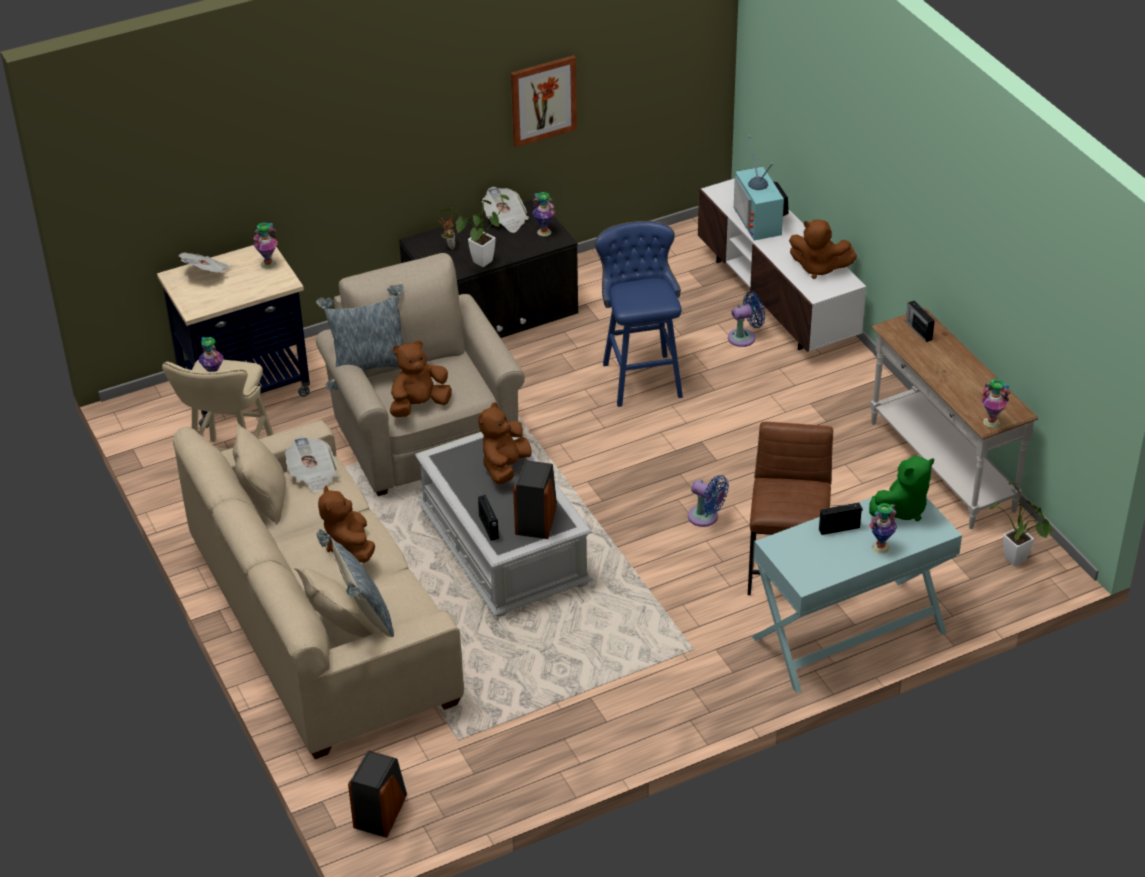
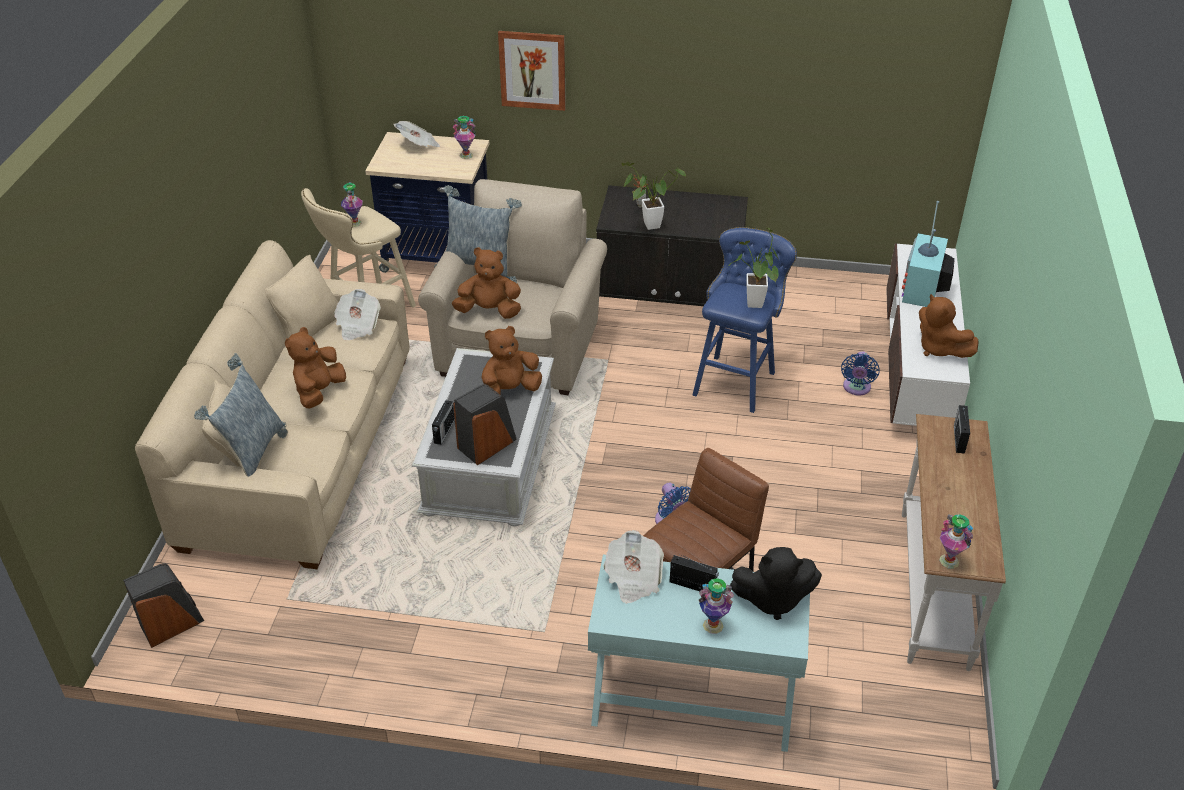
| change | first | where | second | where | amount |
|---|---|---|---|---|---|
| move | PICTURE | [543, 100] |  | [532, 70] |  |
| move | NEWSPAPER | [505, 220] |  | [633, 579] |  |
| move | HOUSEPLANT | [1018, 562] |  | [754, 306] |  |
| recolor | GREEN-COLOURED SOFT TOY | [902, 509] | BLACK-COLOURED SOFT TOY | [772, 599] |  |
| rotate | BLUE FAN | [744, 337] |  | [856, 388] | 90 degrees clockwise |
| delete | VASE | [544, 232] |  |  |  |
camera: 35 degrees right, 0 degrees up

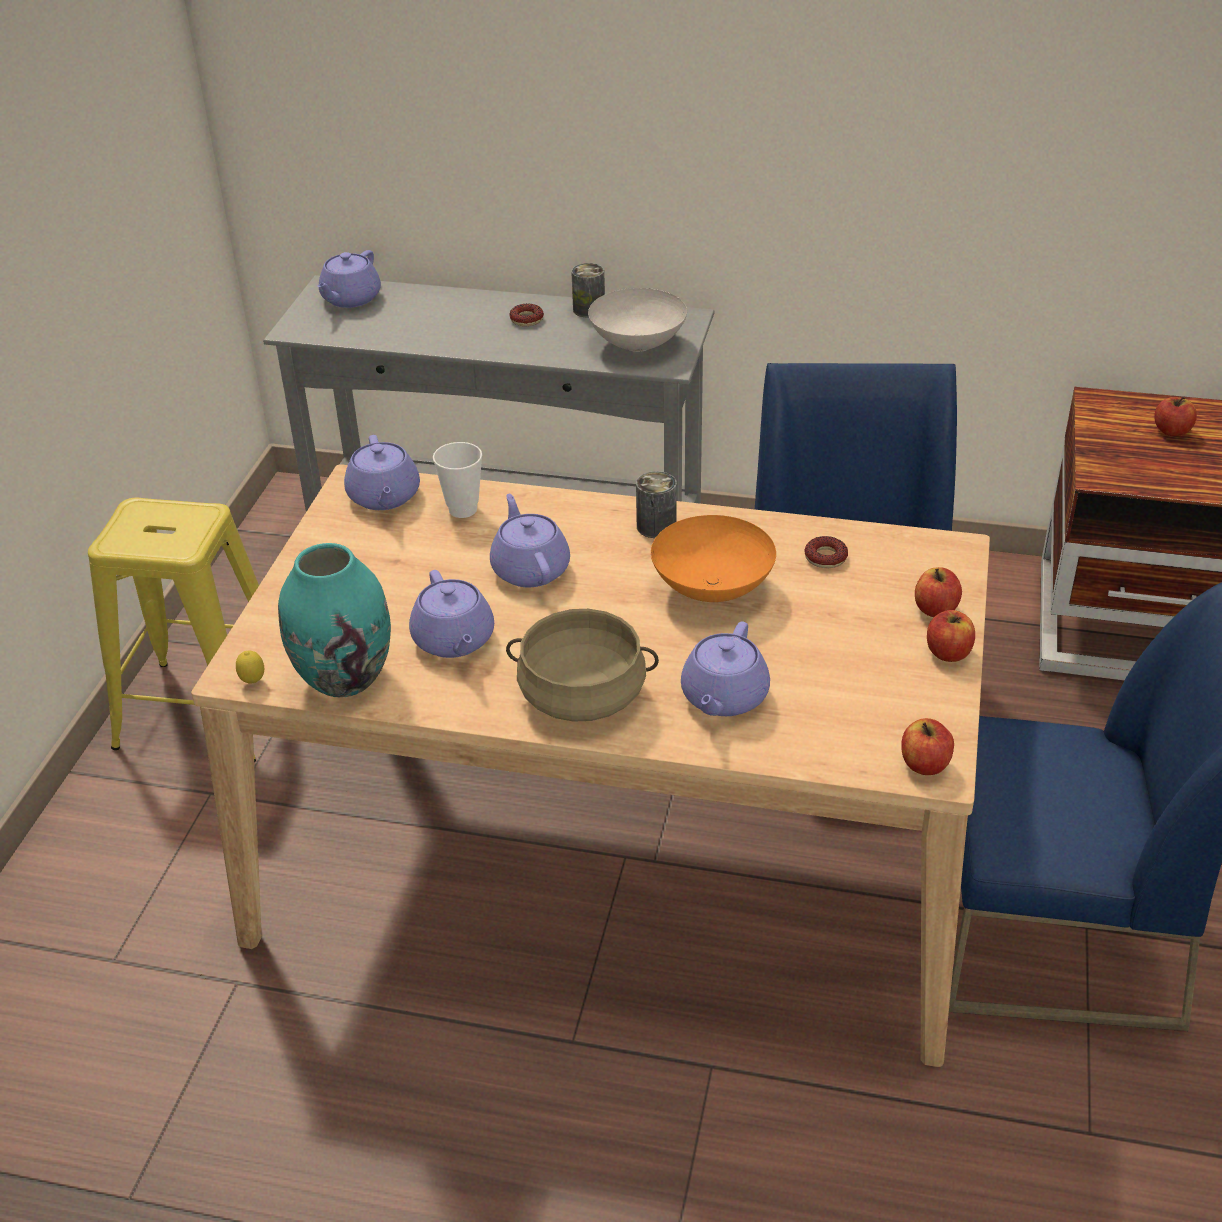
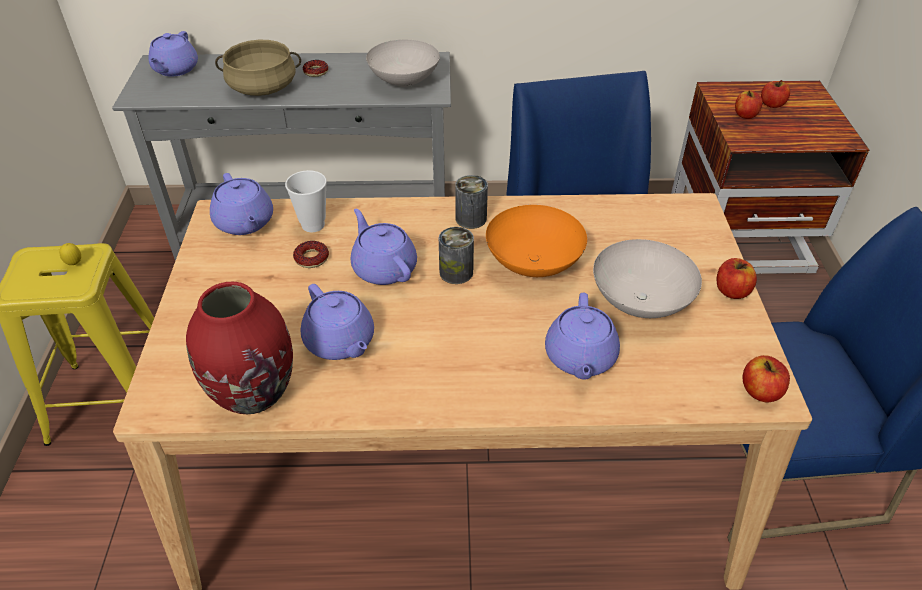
| change | first | where | second | where | amount |
|---|---|---|---|---|---|
| move | WHOLE LEMON | [253, 682] |  | [75, 264] |  |
| recolor | BLUE-GREEN VASE | [345, 677] | RED VASE | [254, 392] |  |
| move | SAND-COLOURED COOKING POT | [583, 695] |  | [263, 87] |  |
| move | DOUGHNUT | [825, 557] |  | [311, 258] |  |
| move | METAL CAN | [589, 309] |  | [456, 272] |  |
| insert |  |  | WHITE-COLOURED SERVING BOWL | [639, 301] |  |
| move | WHOLE APPLE | [935, 609] |  | [745, 115] |  |
camera: 15 degrees left, 5 degrees up

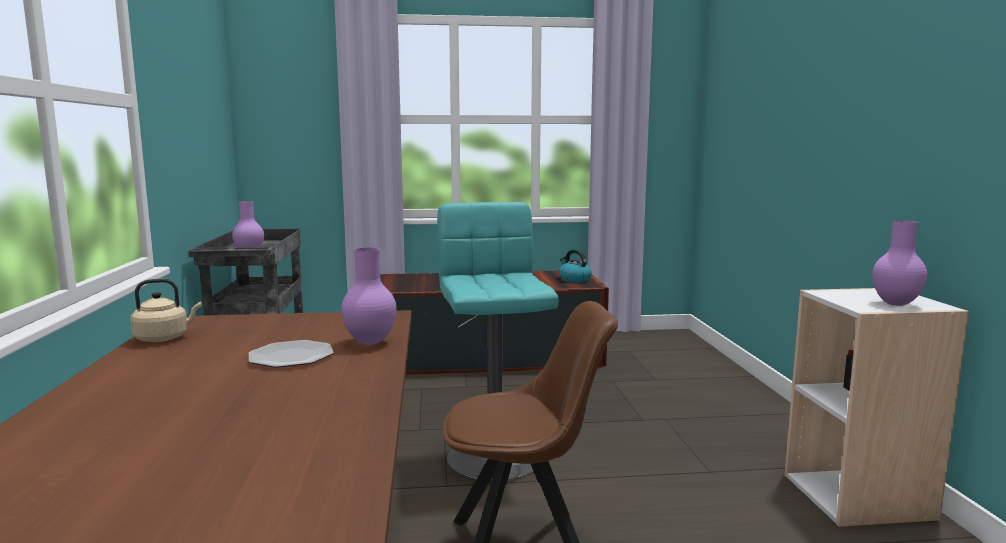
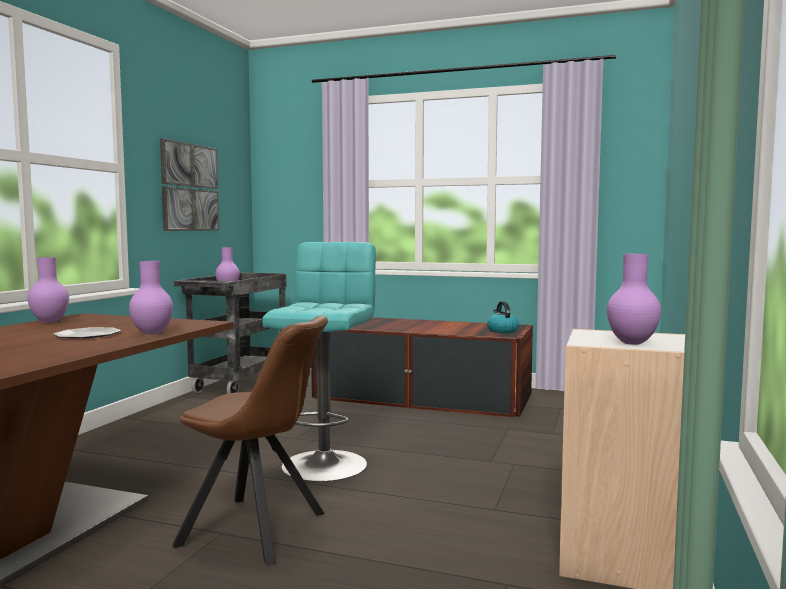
| change | first | where | second | where | amount |
|---|---|---|---|---|---|
| replace | SAND-COLOURED KETTLE | [164, 338] | PURPLE VASE | [50, 322] |  |
| insert |  |  | PICTURE | [190, 187] |  |
camera: 25 degrees right, 5 degrees down

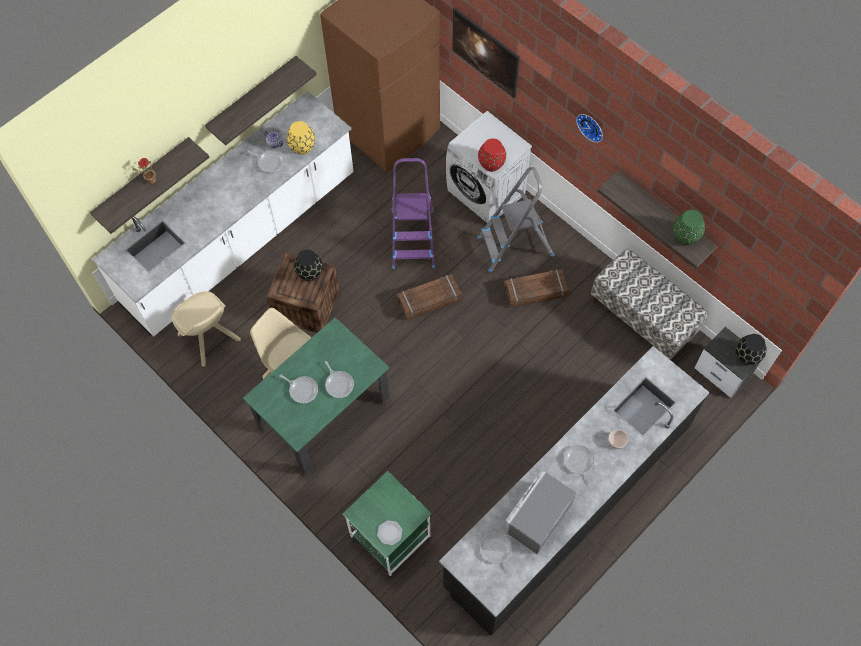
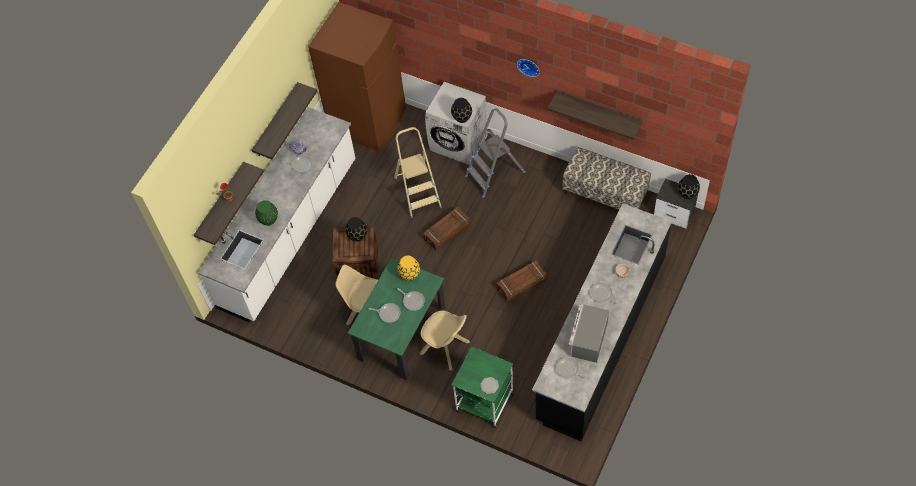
| change | first | where | second | where | amount |
|---|---|---|---|---|---|
| move | GREEN-COLOURED VASE | [685, 236] |  | [269, 219] |  |
| recolor | PURPLE STEP LADDER | [413, 239] | SAND-COLOURED STEP LADDER | [418, 193] |  |
| move | YELLOWISH VASE | [303, 147] |  | [410, 274] |  |
| move | SAND-COLOURED PLAIN CHAIR | [210, 338] |  | [446, 348] |  |
| recolor | RED VASE | [491, 164] | BLACK-COLOURED VASE | [462, 118] |  |
| move | CRATE | [535, 291] |  | [521, 283] |  |
| delete | PICTURE | [485, 63] |  |  |  |
camera: 15 degrees left, 5 degrees down

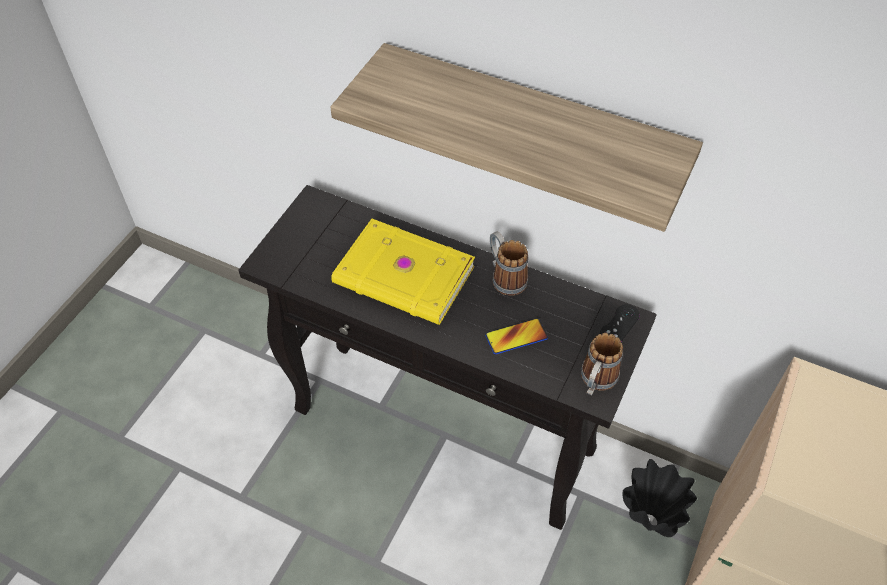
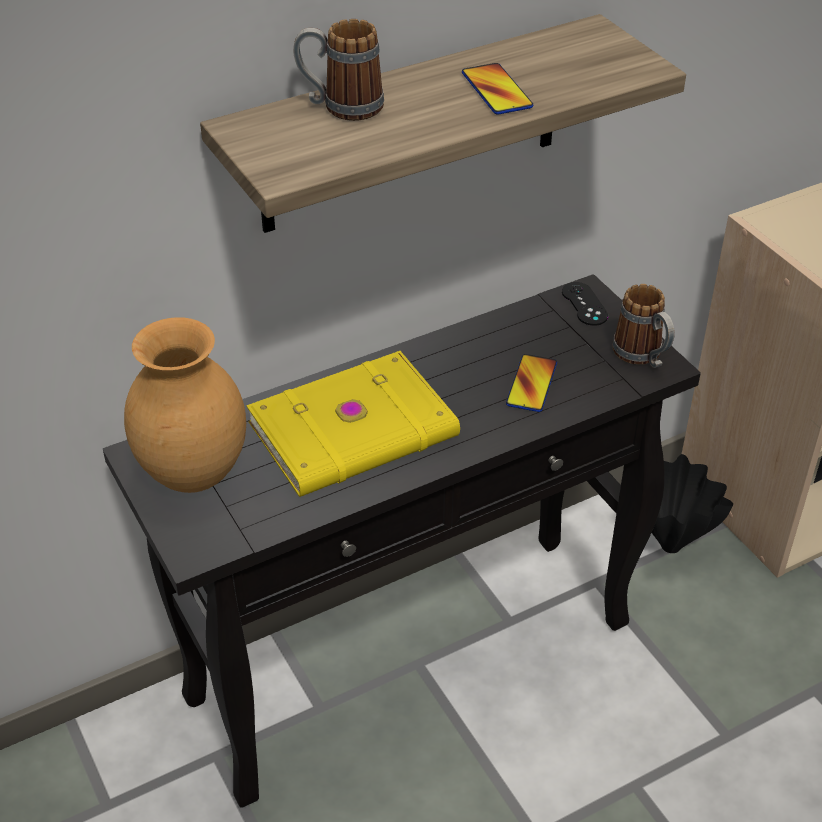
| change | first | where | second | where | amount |
|---|---|---|---|---|---|
| insert |  |  | BROWN-COLOURED VASE | [194, 476] |  |
| move | MUG | [505, 277] |  | [340, 106] |  |
| insert |  |  | HANDSET | [496, 91] |  |
camera: 55 degrees left, 10 degrees down

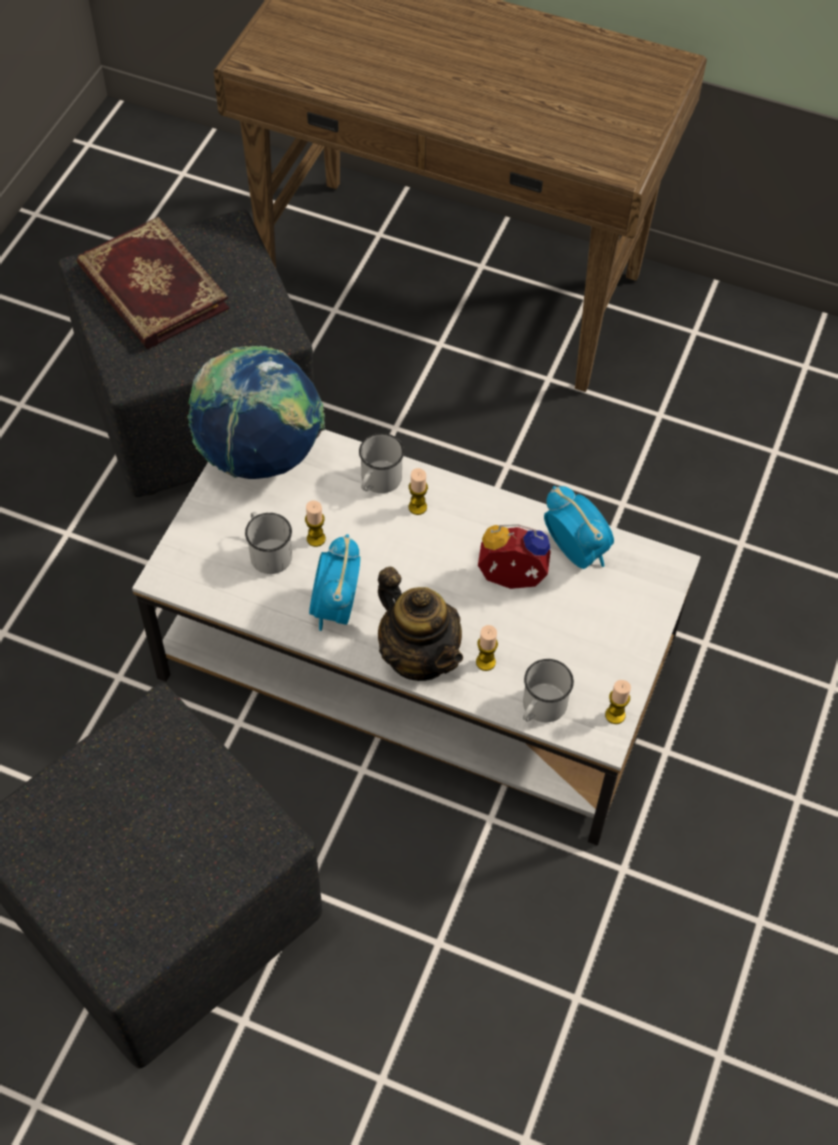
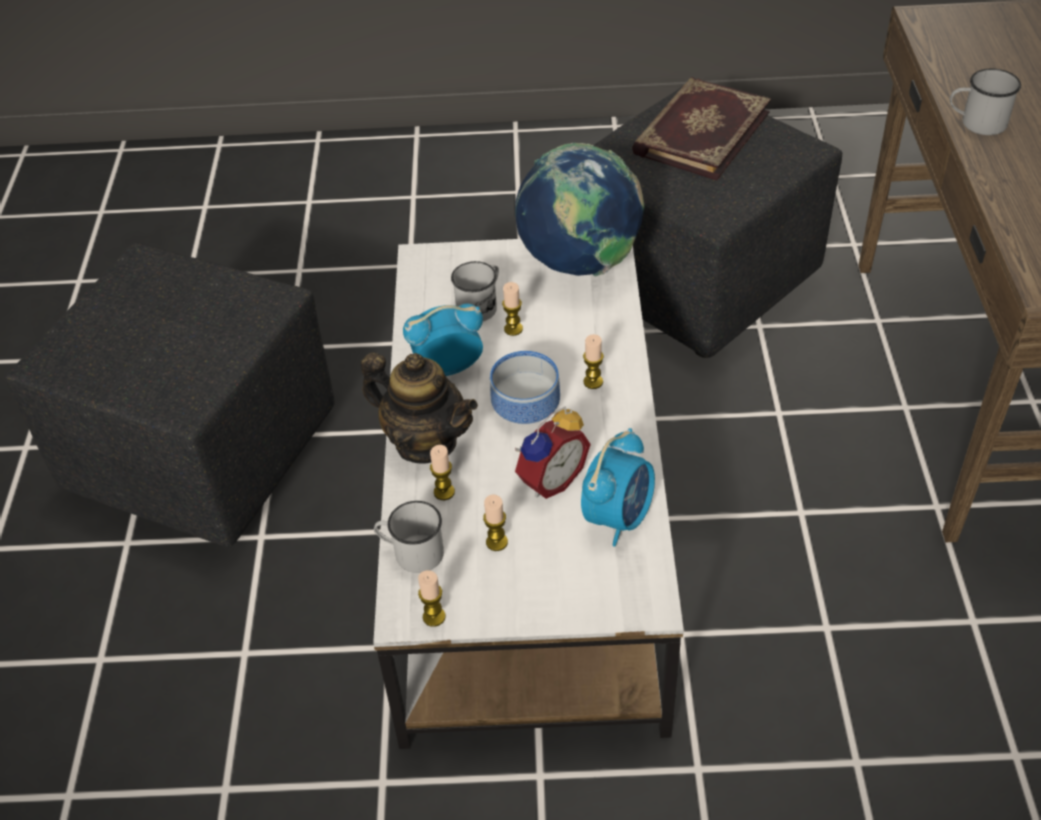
| change | first | where | second | where | amount |
|---|---|---|---|---|---|
| rotate | POT FOR TEA | [419, 656] |  | [425, 442] | 90 degrees counterclockwise |
| insert |  |  | WAX CANDLE | [496, 542] |  |
| insert |  |  | SERVING BOWL | [527, 406] |  |
| rotate | ALARM CLOCK | [511, 581] |  | [549, 479] | 60 degrees clockwise |
| move | WHITE-COLOURED MUG | [378, 482] |  | [976, 123] |  |
camera: 70 degrees right, 10 degrees down

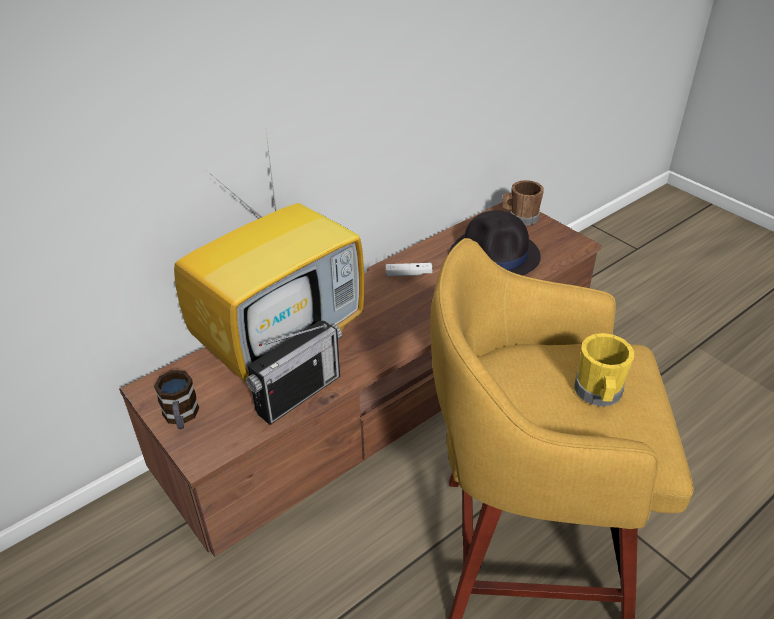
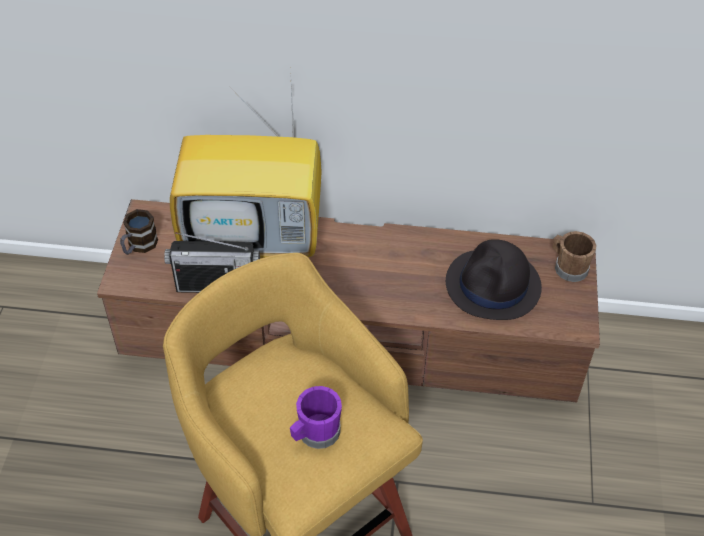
| change | first | where | second | where | amount |
|---|---|---|---|---|---|
| recolor | YELLOWISH MUG | [598, 394] | PURPLE MUG | [315, 434] |  |
| delete | WHITE-COLOURED GAME CONTROLLER | [408, 274] |  |  |  |
camera: 45 degrees right, 10 degrees up

